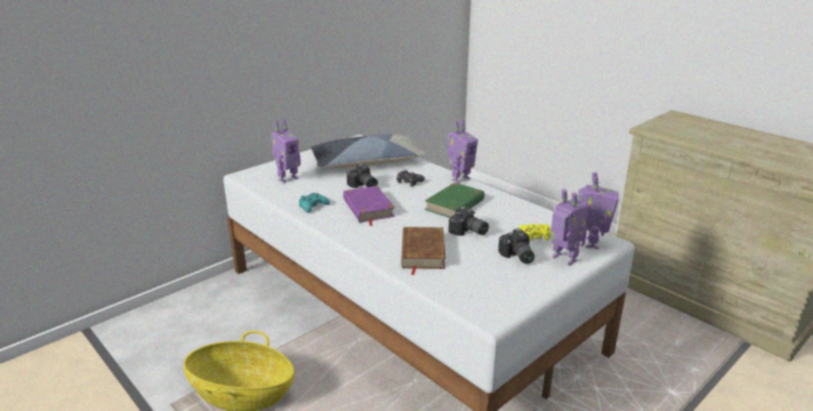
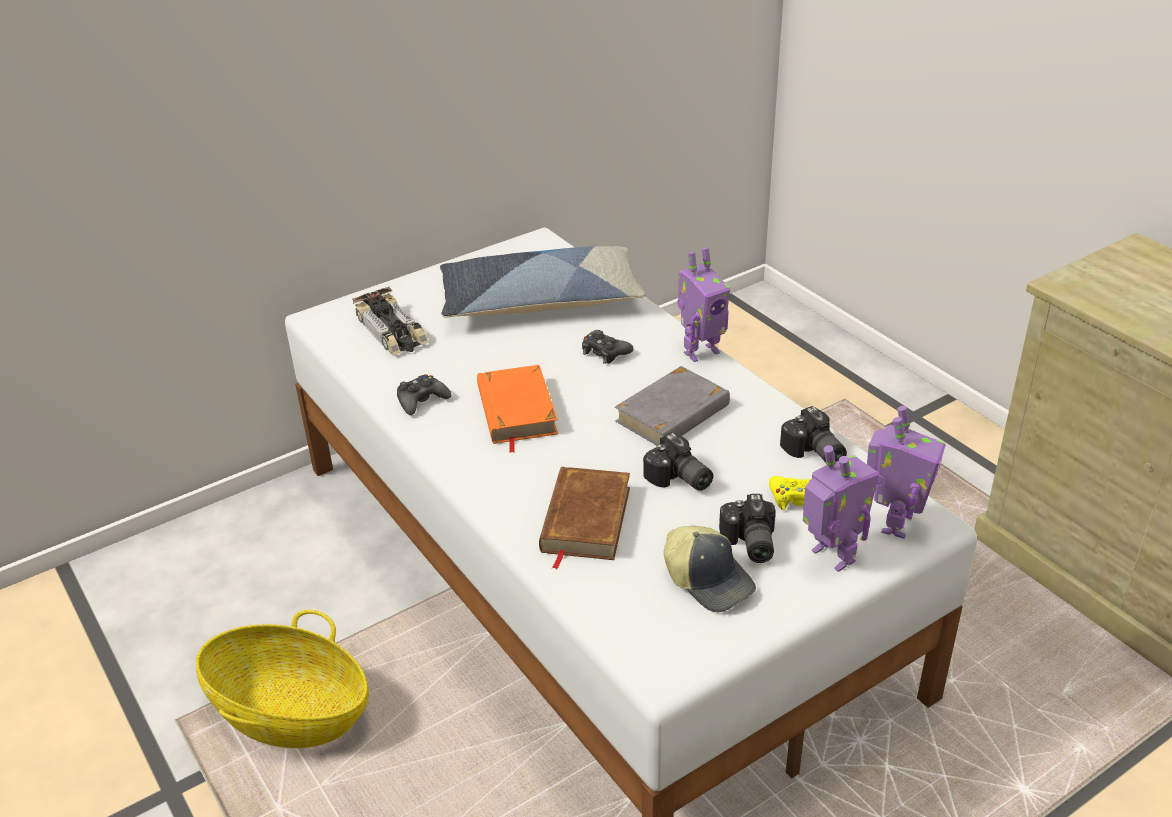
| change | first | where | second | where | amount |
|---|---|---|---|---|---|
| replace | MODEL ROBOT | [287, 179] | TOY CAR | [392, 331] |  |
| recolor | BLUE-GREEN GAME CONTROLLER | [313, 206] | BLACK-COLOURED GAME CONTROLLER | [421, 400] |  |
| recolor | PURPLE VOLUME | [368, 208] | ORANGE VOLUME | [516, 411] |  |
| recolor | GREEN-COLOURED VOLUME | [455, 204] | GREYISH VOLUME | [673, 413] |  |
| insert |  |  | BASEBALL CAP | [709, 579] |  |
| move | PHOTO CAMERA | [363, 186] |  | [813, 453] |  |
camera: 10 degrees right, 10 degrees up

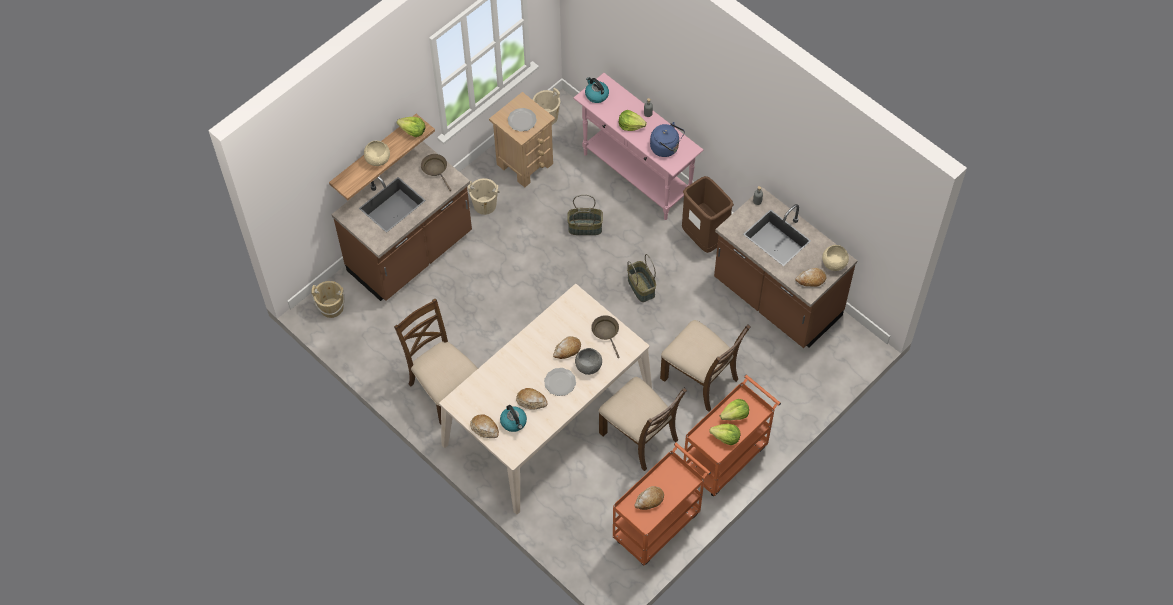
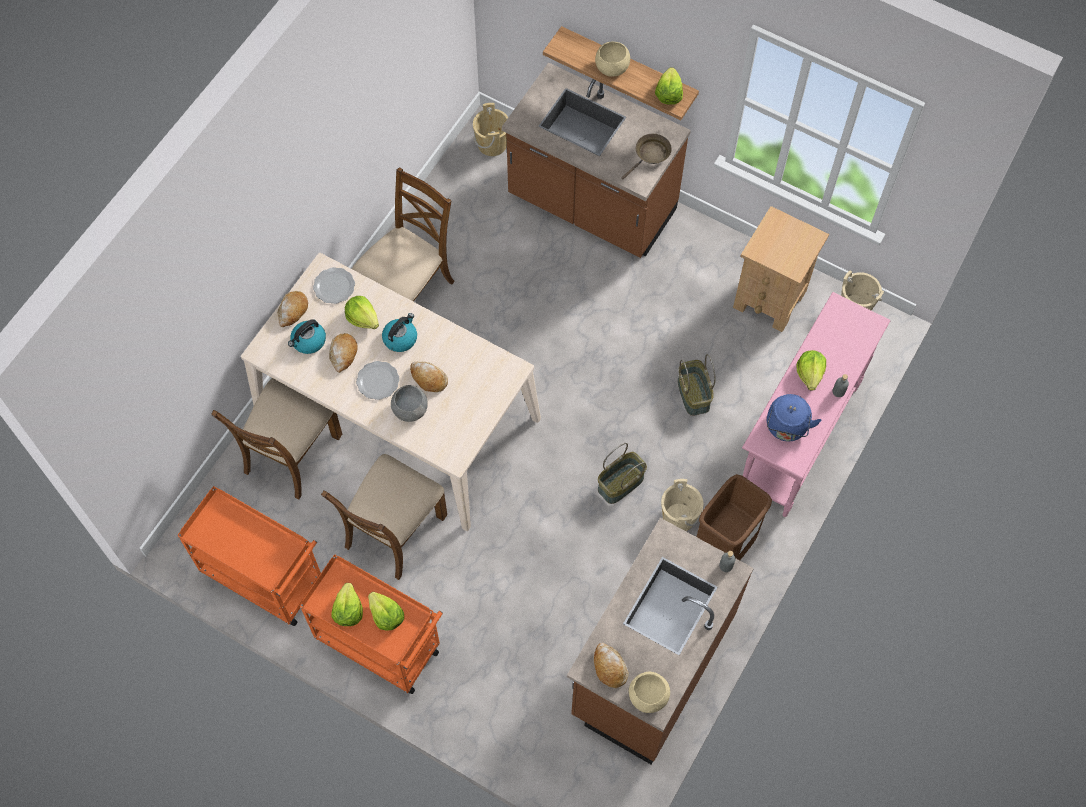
| change | first | where | second | where | amount |
|---|---|---|---|---|---|
| move | BROWN-COLOURED PLAIN CHAIR | [700, 378] |  | [291, 453] |  |
| move | DINNER PLATE | [521, 121] |  | [333, 286] |  |
| insert |  |  | HEAD OF LETTUCE | [363, 318] |  |
| move | KETTLE | [596, 95] |  | [400, 338] |  |
| move | SAND-COLOURED PAIL | [485, 205] |  | [679, 517] |  |
| delete | BROWN-COLOURED FRYING PAN | [606, 332] |  |  |  |
| delete | BAKERY BREAD | [649, 500] |  |  |  |
camera: 75 degrees right, 5 degrees up

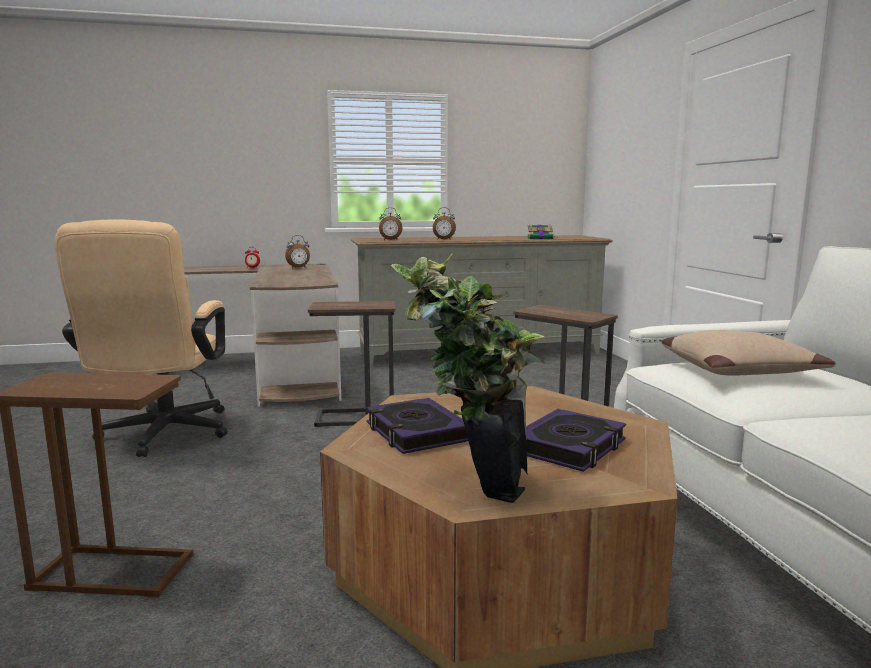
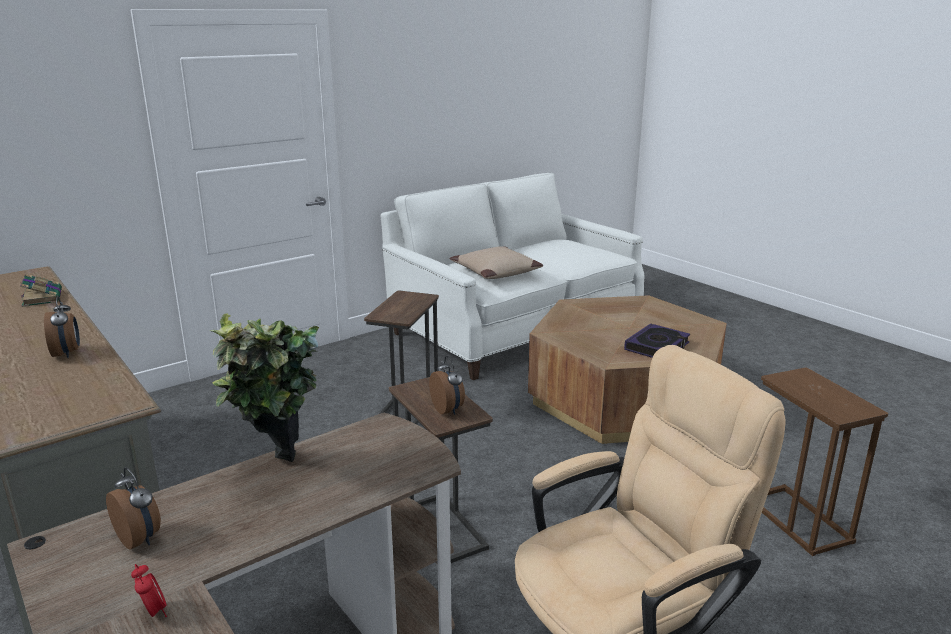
| change | first | where | second | where | amount |
|---|---|---|---|---|---|
| move | HOUSEPLANT | [468, 488] |  | [277, 474] |  |
| move | ALARM CLOCK | [390, 240] |  | [448, 410] |  |
| delete | VOLUME | [570, 447] |  |  |  |
camera: 115 degrees left, 10 degrees up

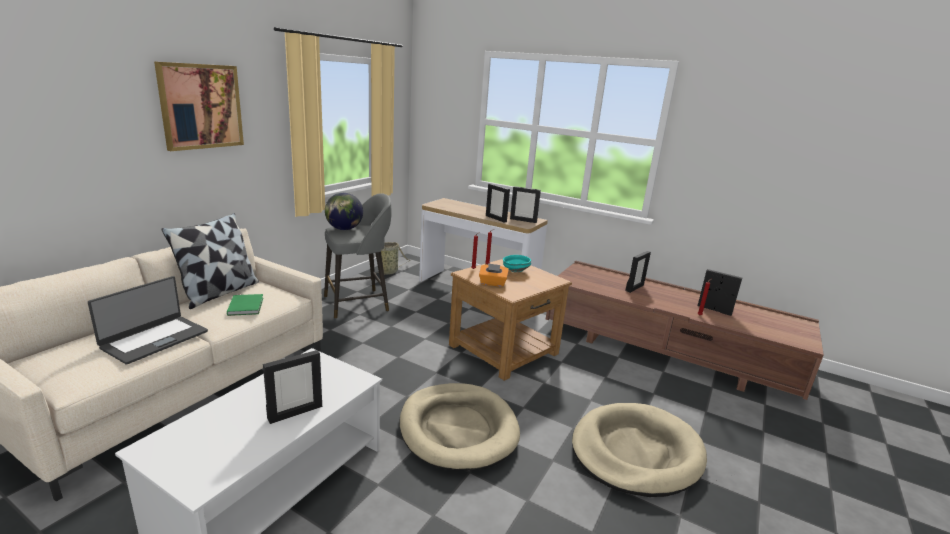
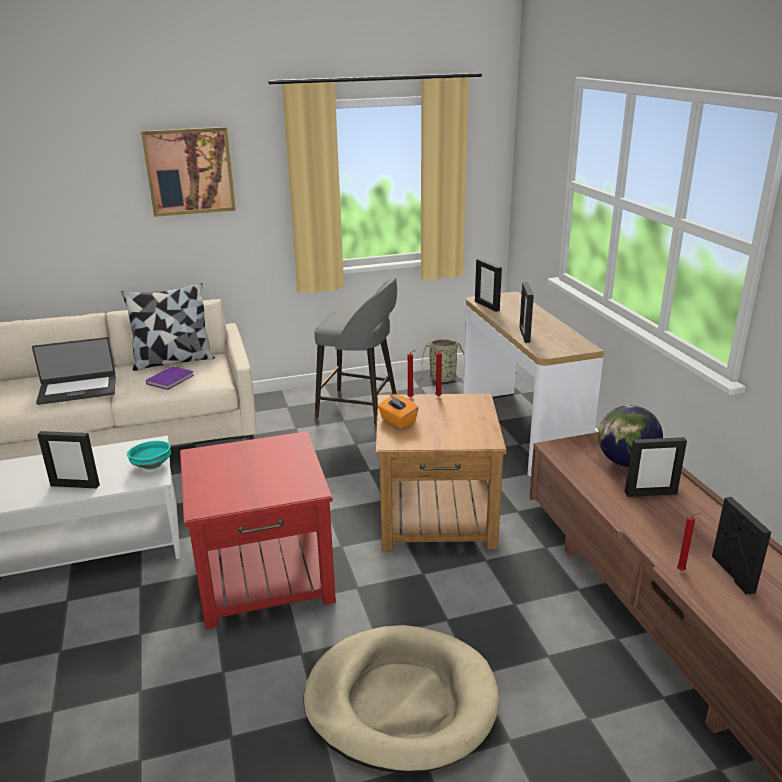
| change | first | where | second | where | amount |
|---|---|---|---|---|---|
| move | BLUE-GREEN SERVING BOWL | [515, 271] |  | [151, 465] |  |
| recolor | GREEN-COLOURED VOLUME | [246, 306] | PURPLE VOLUME | [171, 379] |  |
| replace | SAND-COLOURED PET BED | [458, 429] | RED ACCENT TABLE | [264, 575] |  |
| move | STANDING FRAME | [523, 220] |  | [487, 306] |  |
| move | GLOBE | [344, 229] |  | [626, 462] |  |
camera: 45 degrees right, 5 degrees up

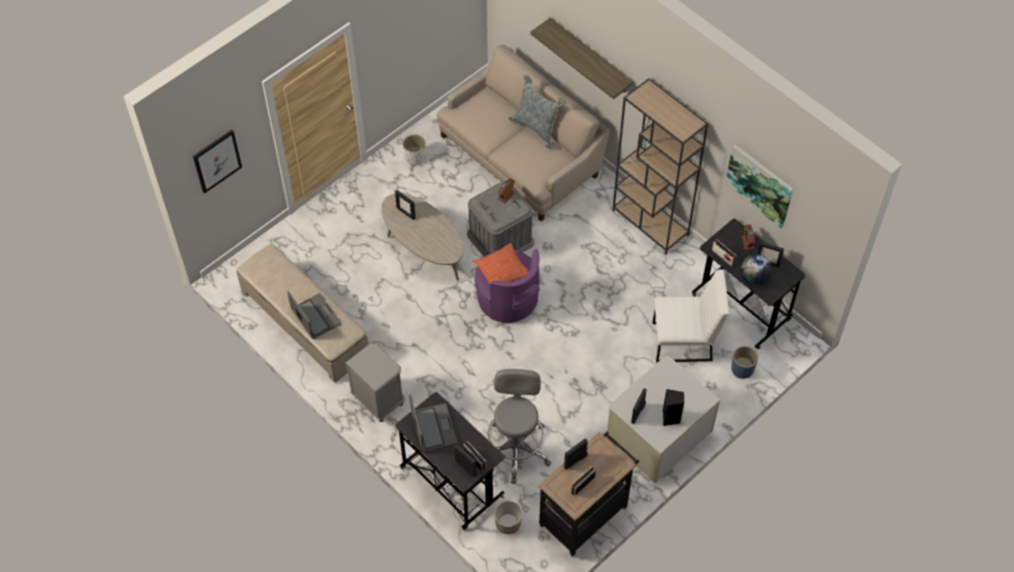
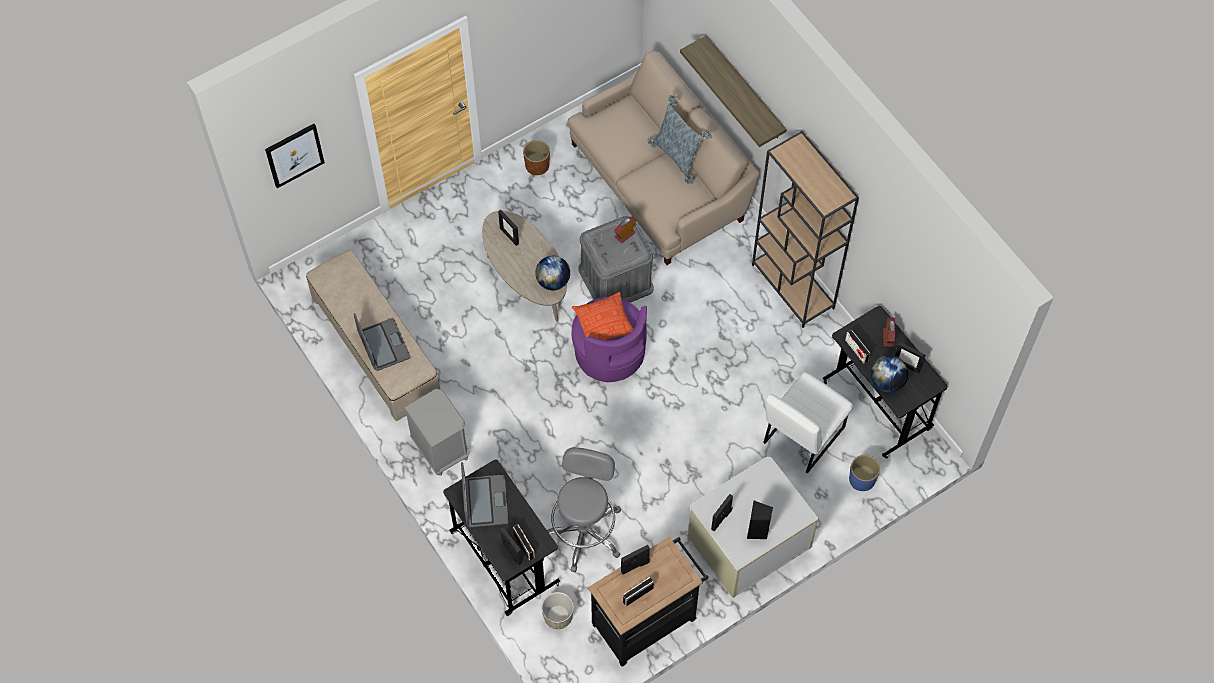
| change | first | where | second | where | amount |
|---|---|---|---|---|---|
| recolor | WHITE-COLOURED PLANT POT | [415, 157] | BROWN-COLOURED PLANT POT | [537, 165] |  |
| insert |  |  | GLOBE | [553, 281] |  |
| rotate | WHITE-COLOURED PLAIN CHAIR | [684, 342] |  | [802, 436] | 120 degrees clockwise |
| delete | PICTURE | [759, 185] |  |  |  |
camera: 10 degrees right, 5 degrees up

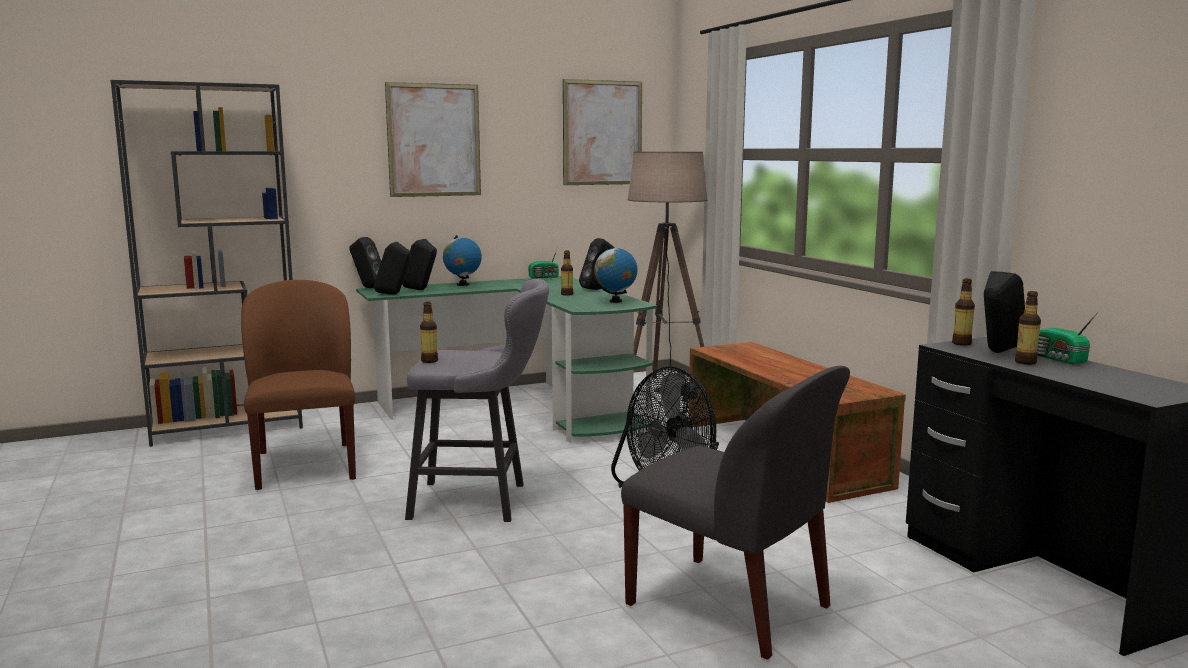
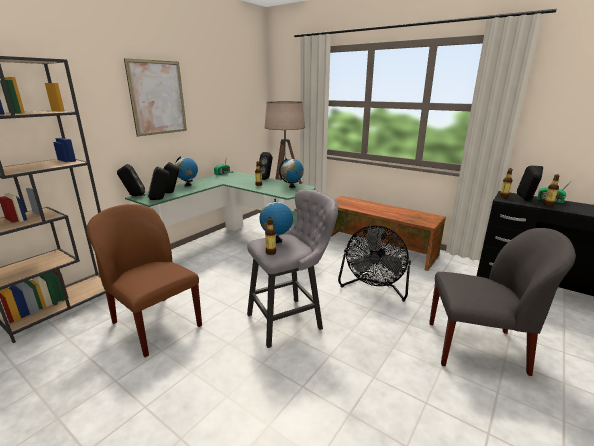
| change | first | where | second | where | amount |
|---|---|---|---|---|---|
| insert |  |  | GLOBE | [276, 241] |  |
| delete | PICTURE | [602, 133] |  |  |  |
camera: 30 degrees left, 10 degrees up

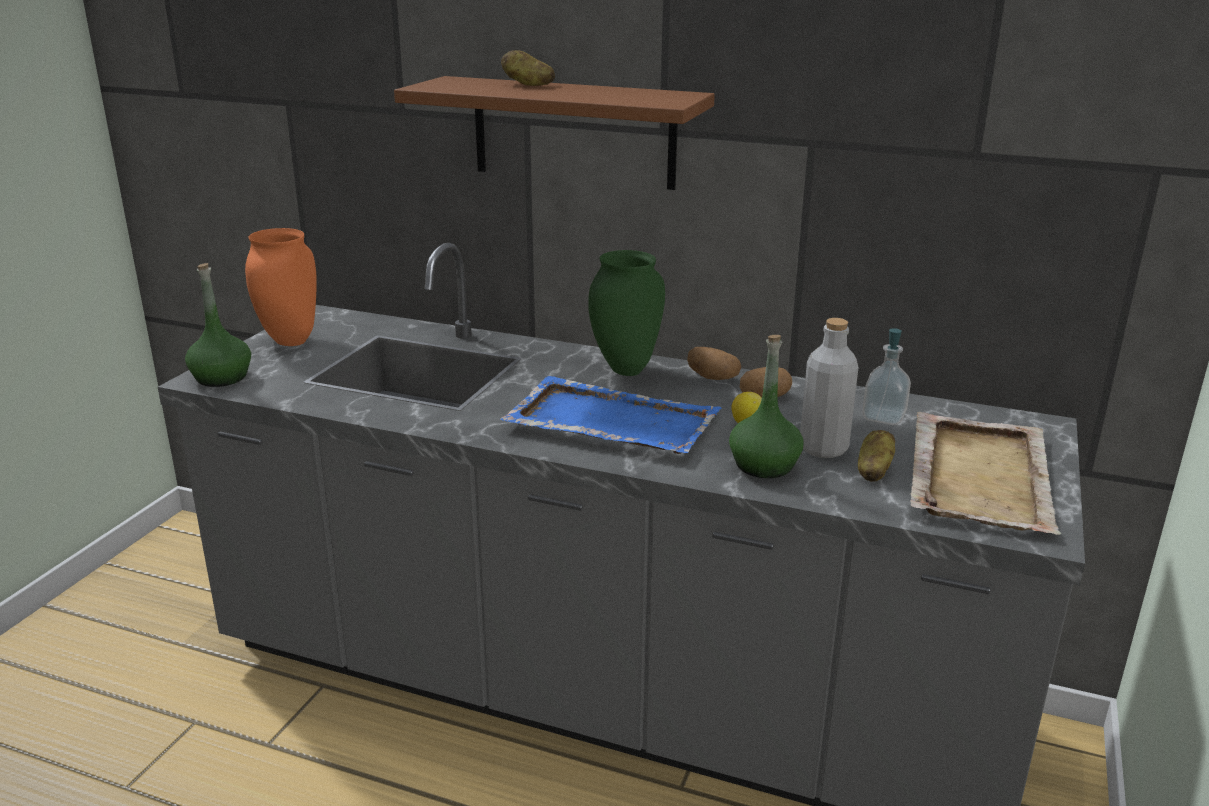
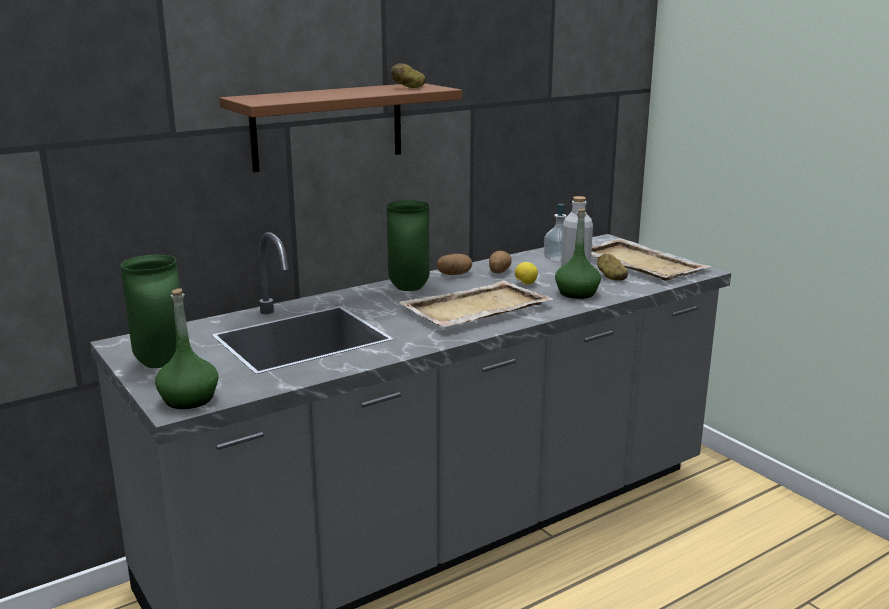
| change | first | where | second | where | amount |
|---|---|---|---|---|---|
| recolor | ORANGE VASE | [291, 342] | GREEN-COLOURED VASE | [162, 363] |  |
| move | WHOLE POTATO | [527, 84] |  | [409, 88] |  |
| recolor | BLUE TRAY | [610, 421] | SAND-COLOURED TRAY | [474, 308] |  |
camera: 55 degrees left, 5 degrees down

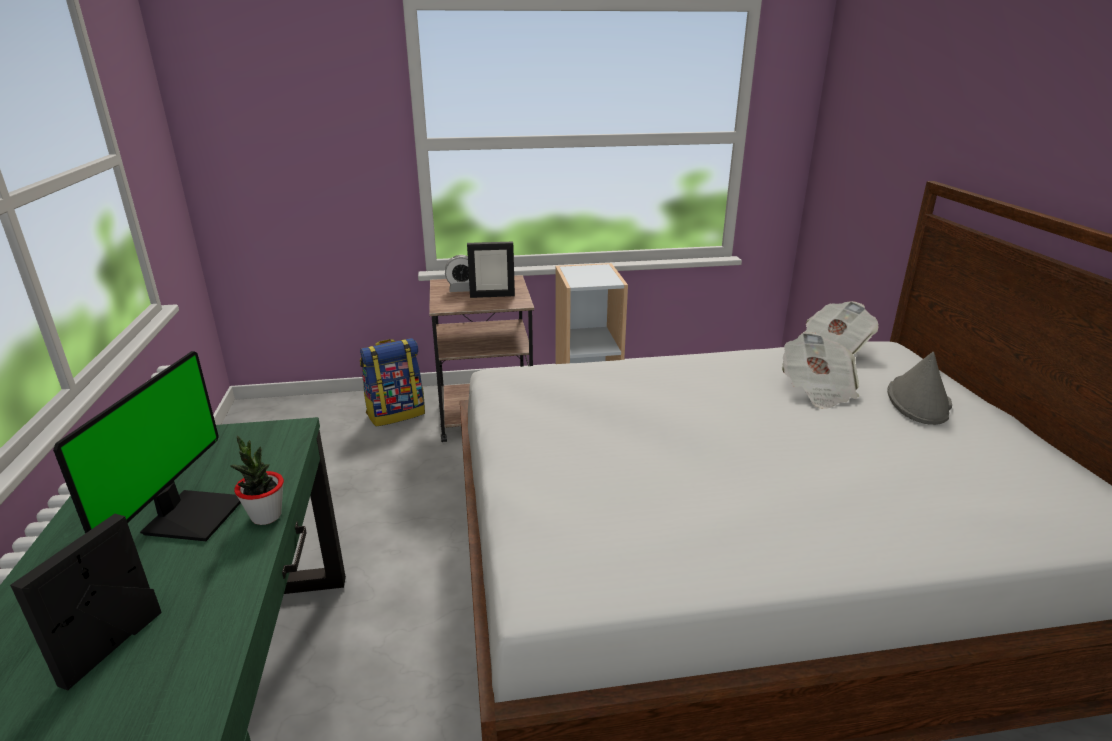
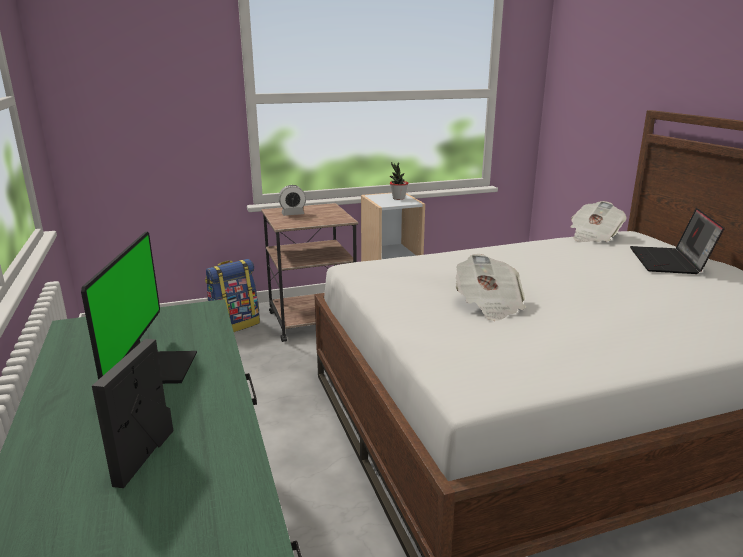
| change | first | where | second | where | amount |
|---|---|---|---|---|---|
| move | HOUSEPLANT | [266, 516] |  | [398, 198] |  |
| move | NEWSPAPER | [817, 389] |  | [488, 305] |  |
| replace | GREYISH WEARABLE HAT | [918, 401] | PORTABLE COMPUTER | [670, 262] |  |
| delete | STANDING FRAME | [492, 295] |  |  |  |
camera: 10 degrees left, 5 degrees down

